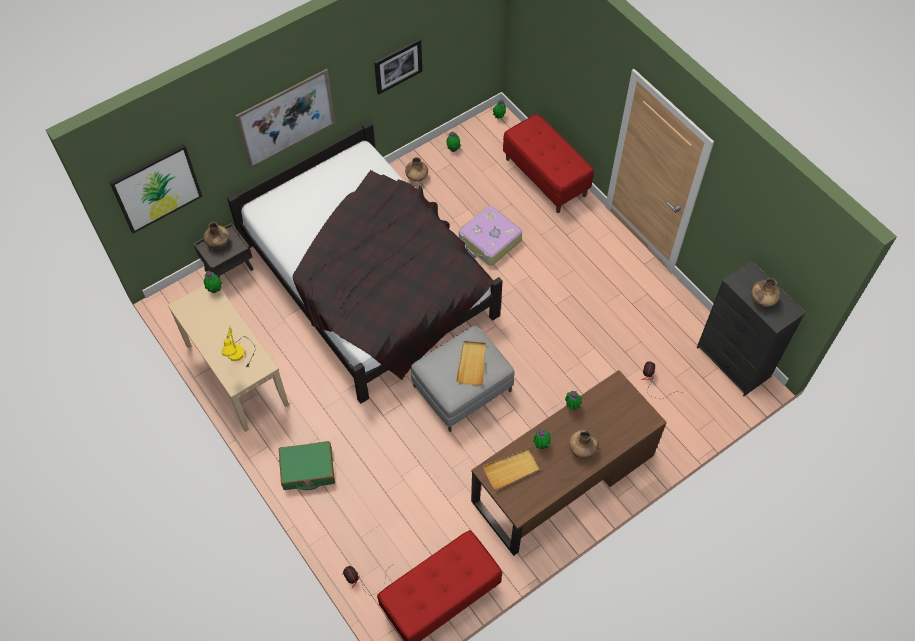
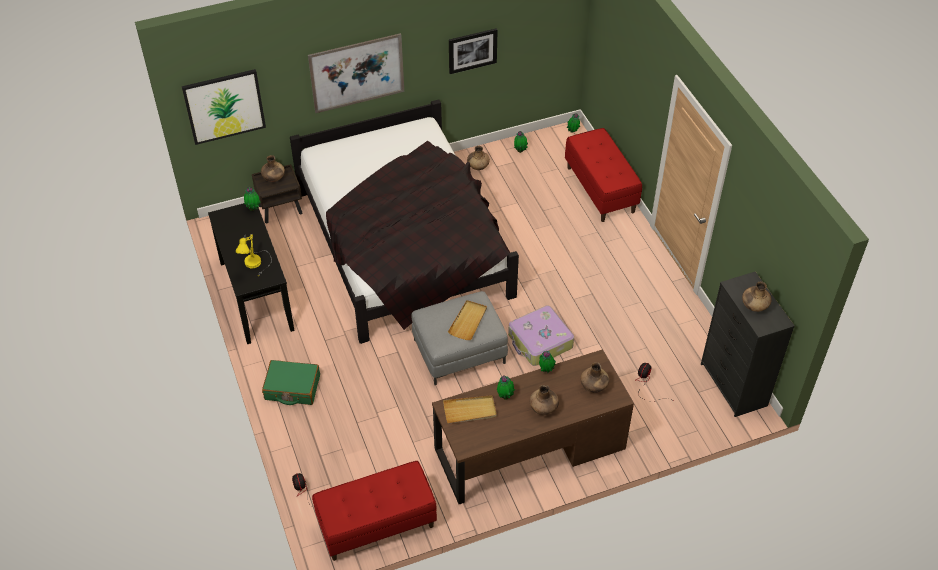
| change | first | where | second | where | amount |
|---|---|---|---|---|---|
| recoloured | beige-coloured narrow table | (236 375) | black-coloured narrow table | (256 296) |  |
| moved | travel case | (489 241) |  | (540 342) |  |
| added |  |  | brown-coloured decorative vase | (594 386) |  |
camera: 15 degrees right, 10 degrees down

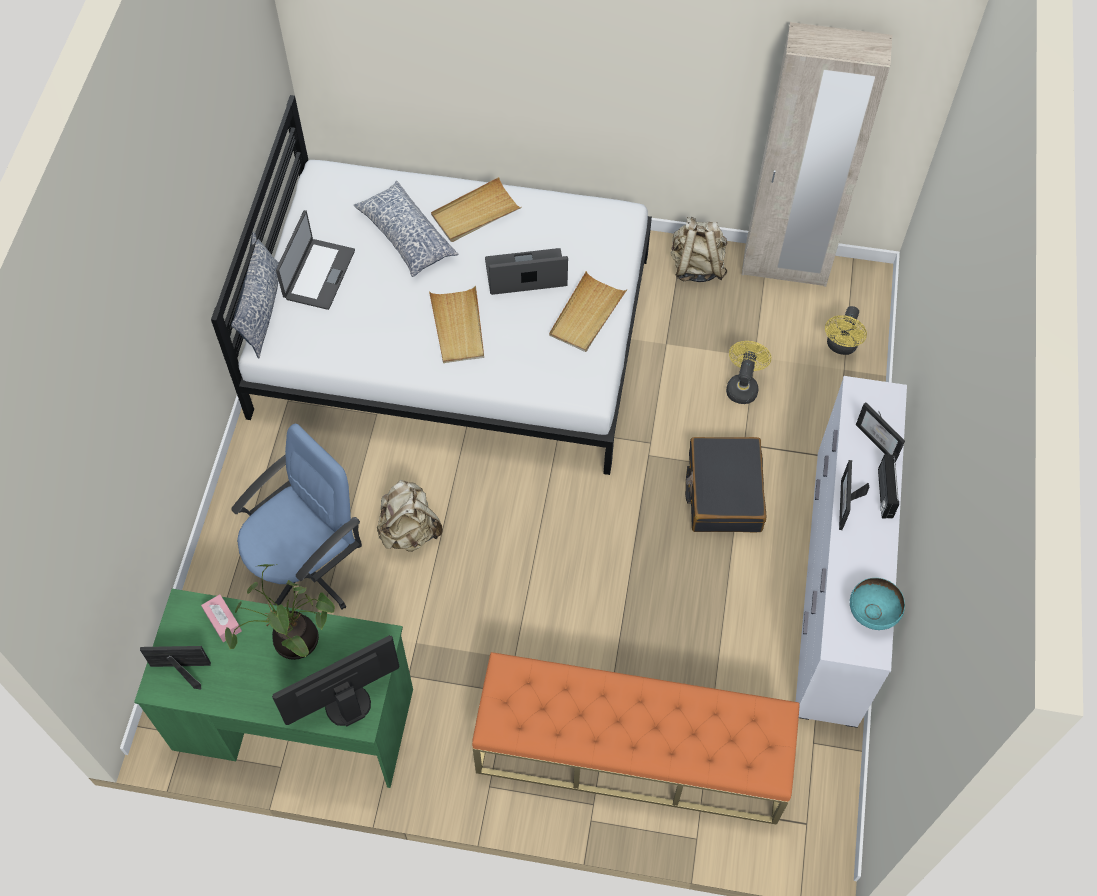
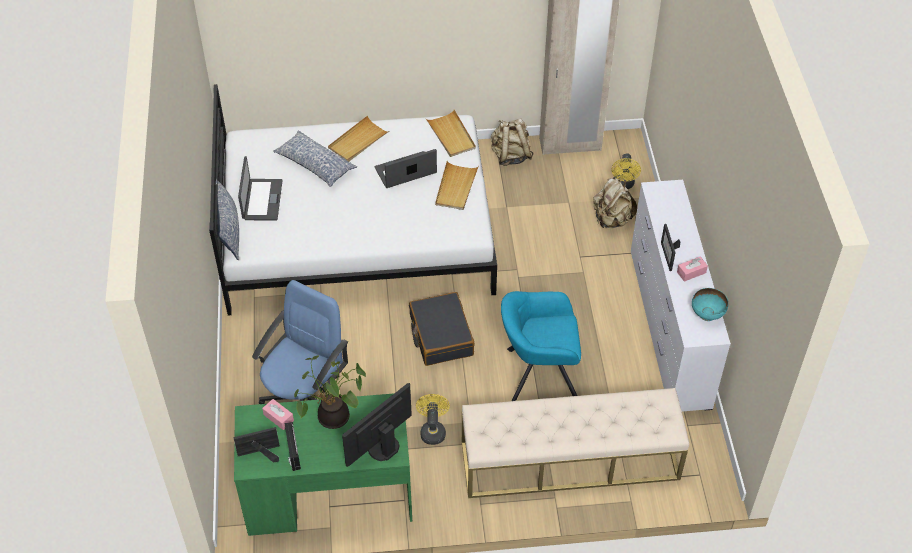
| change | first | where | second | where | amount |
|---|---|---|---|---|---|
| moved | radio set | (884 493) |  | (292 452) |  |
| moved | black-coloured travel case | (723 492) |  | (440 336) |  |
| moved | yellow-coloured fan | (742 386) |  | (432 430) |  |
| moved | beige-coloured serving tray | (458 327) |  | (451 135) |  |
| recoloured | orangey indoor bench | (631 753) | beige-coloured indoor bench | (569 460) |  |
| added |  |  | blue-green lounge chair | (538 373) |  |
| moved | beige-coloured rucksack | (409 531) |  | (611 219) |  |
| added |  |  | pink tissue box | (691 272) |  |
| removed | picture frame | (880 441) |  |  |  |
camera: 15 degrees left, 10 degrees down

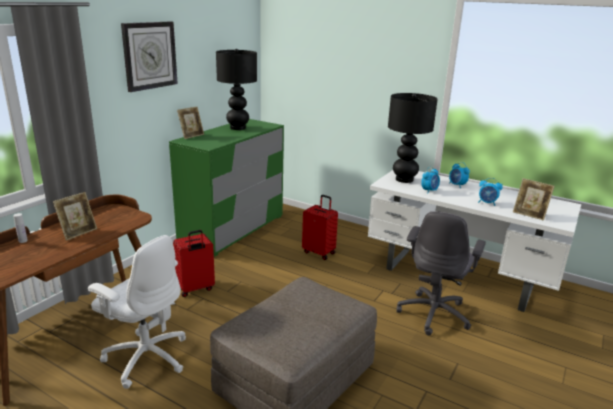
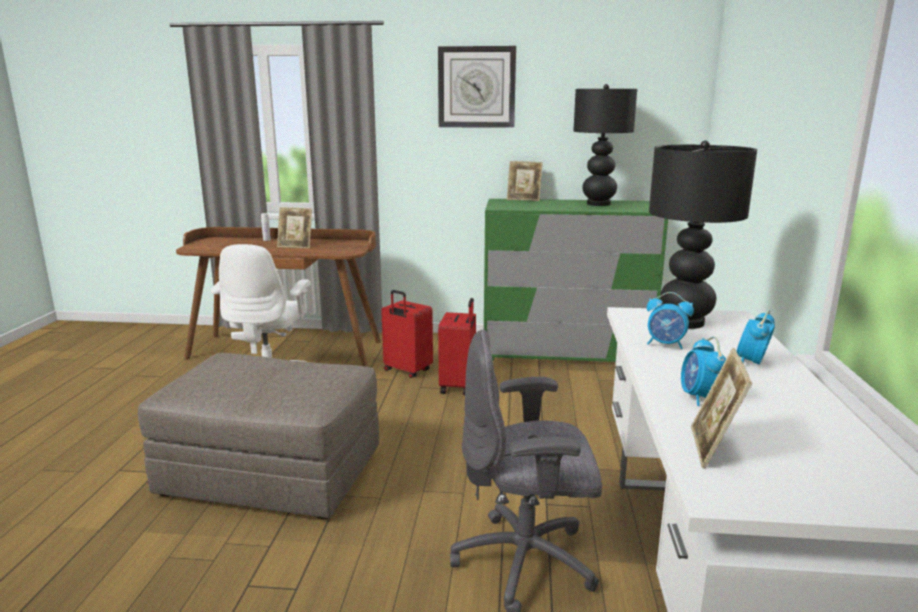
| change | first | where | second | where | amount |
|---|---|---|---|---|---|
| moved | red-coloured travel case | (319 252) |  | (459 386) |  |
camera: 65 degrees right, 5 degrees down

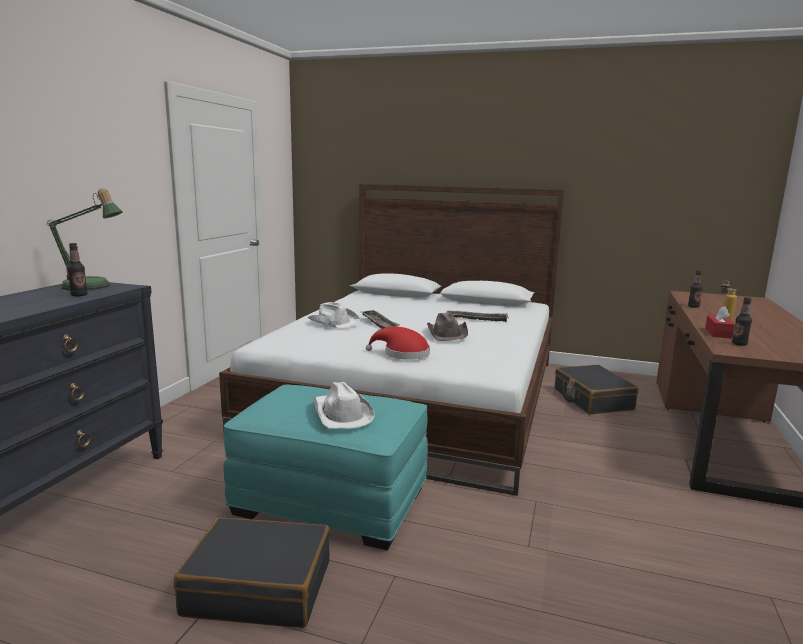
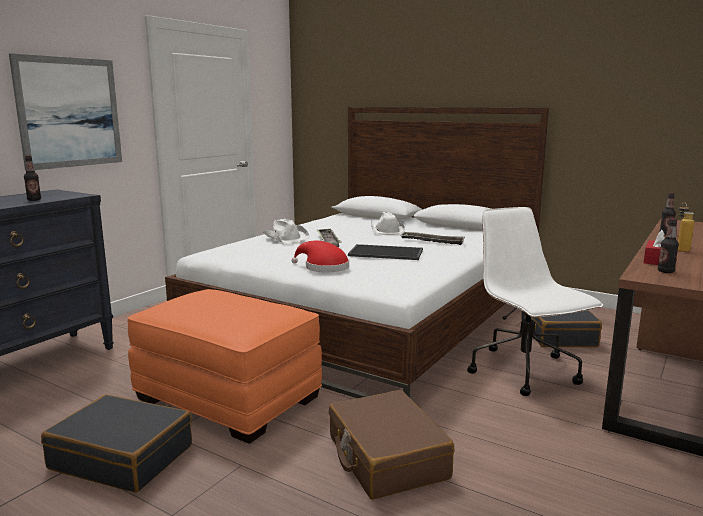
| change | first | where | second | where | amount |
|---|---|---|---|---|---|
| added |  |  | wall art | (69 112) |  |
| recoloured | blue-green ottoman | (332 501) | orangey ottoman | (229 398) |  |
| added |  |  | brown-coloured travel case | (386 458) |  |
| replaced | brown-coloured wearable hat | (448 333) | serving tray | (386 252) |  |
| moved | white wearable hat | (341 414) |  | (386 230) |  |
| added |  |  | white desk chair | (525 372) |  |
| removed | tabletop lamp | (91 287) |  |  |  |
camera: 15 degrees right, 0 degrees up

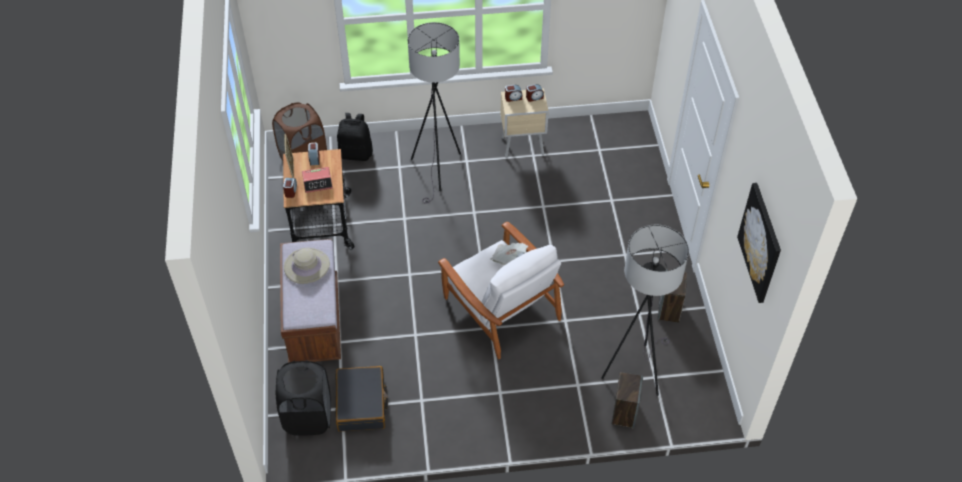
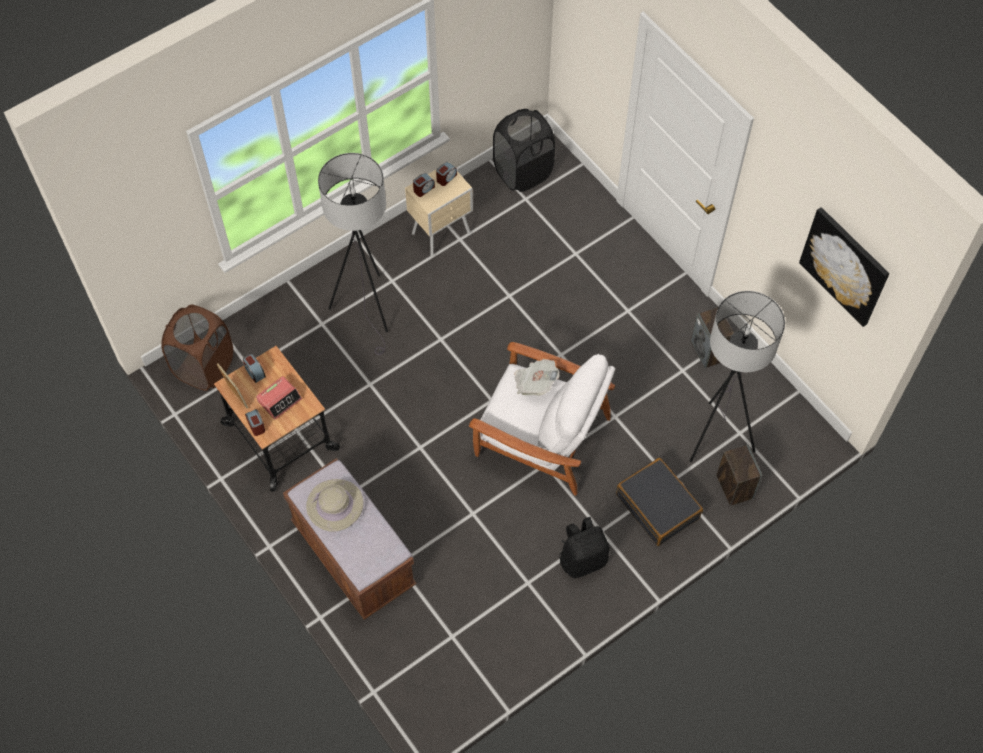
| change | first | where | second | where | amount |
|---|---|---|---|---|---|
| moved | black-coloured washing basket | (308 417) |  | (523 172) |  |
| moved | black-coloured rucksack | (356 153) |  | (582 559) |  |
| moved | black-coloured travel case | (361 404) |  | (658 506) |  |
camera: 30 degrees left, 10 degrees up

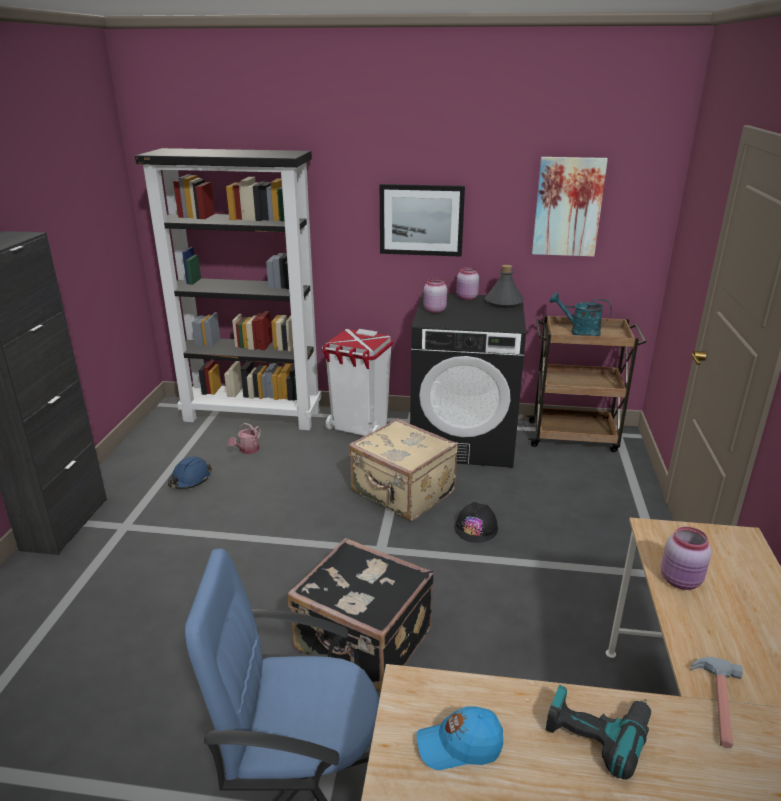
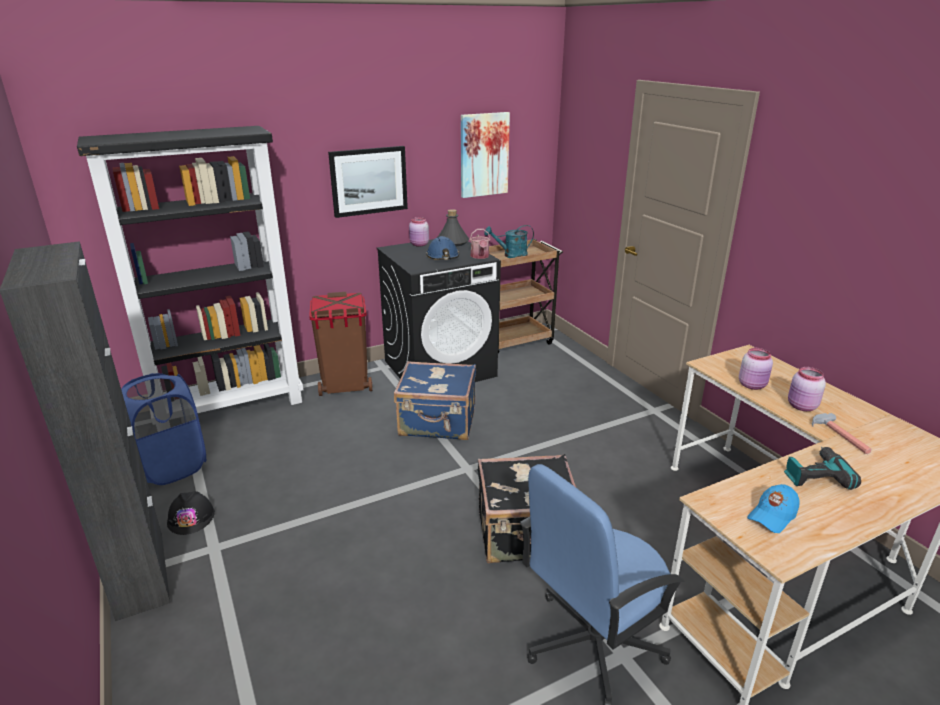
| change | first | where | second | where | amount |
|---|---|---|---|---|---|
| added |  |  | blue-coloured washing basket | (171 467) |  |
| moved | black-coloured safety helmet | (476 528) |  | (191 517) |  |
| recoloured | white trash can | (359 428) | brown-coloured trash can | (345 386) |  |
| recoloured | beige-coloured travel case | (402 493) | blue-coloured travel case | (438 423) |  |
| moved | blue-coloured safety helmet | (190 480) |  | (443 257) |  |
| moved | sprinkling can | (247 450) |  | (480 256) |  |
| moved | pink jar | (434 310) |  | (801 407) |  |
camera: 35 degrees left, 0 degrees up

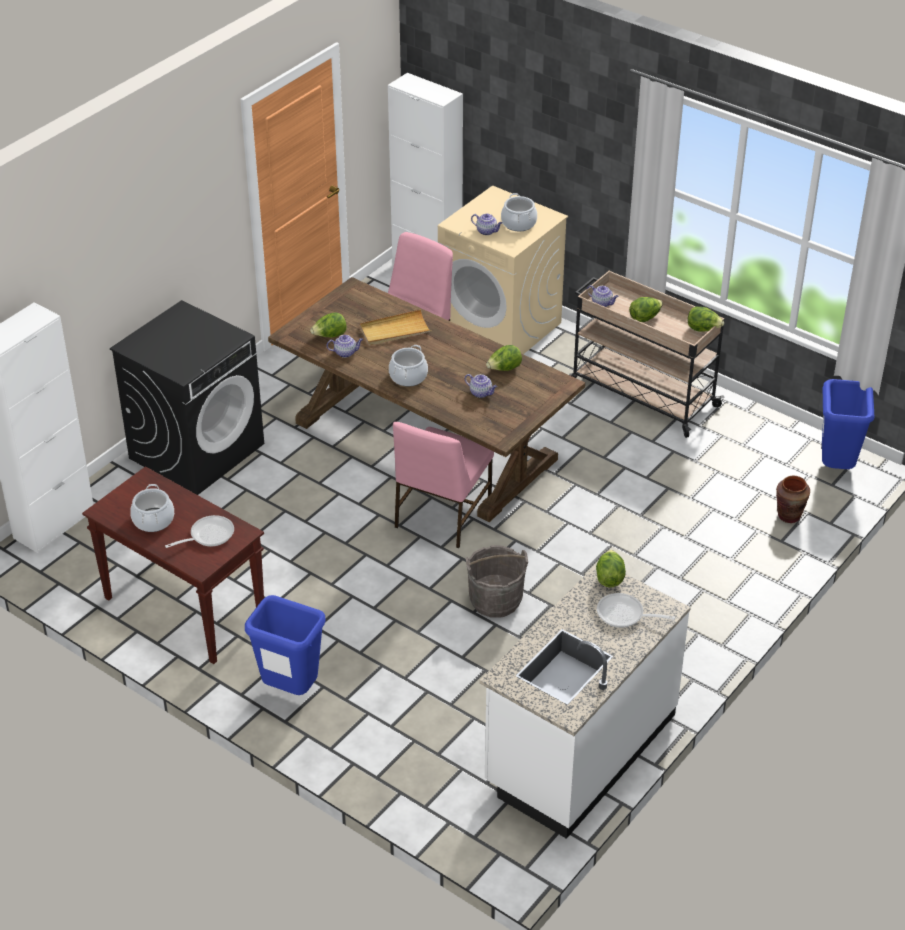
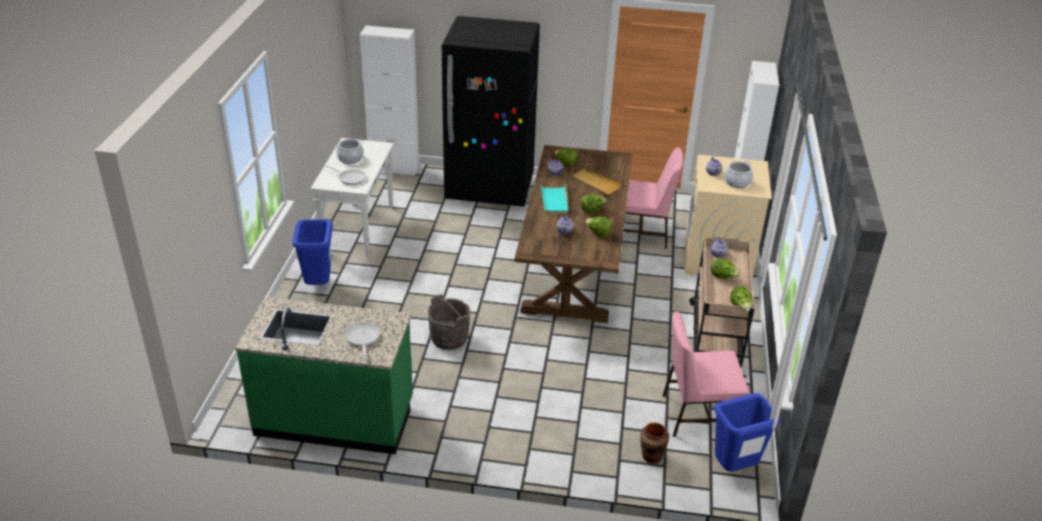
| change | first | where | second | where | amount |
|---|---|---|---|---|---|
| recoloured | white kitchen base unit | (579 750) | greenish kitchen base unit | (335 417) |  |
| recoloured | brown-coloured narrow table | (183 610) | white narrow table | (358 228) |  |
| replaced | black-coloured washing machine | (197 450) | black-coloured fridge | (490 189) |  |
| replaced | cooking pot | (408 377) | blue-green serving tray | (554 200) |  |
| moved | head of lettuce | (609 578) |  | (592 210) |  |
| moved | pink chair | (441 514) |  | (697 414) |  |
camera: 60 degrees right, 5 degrees down

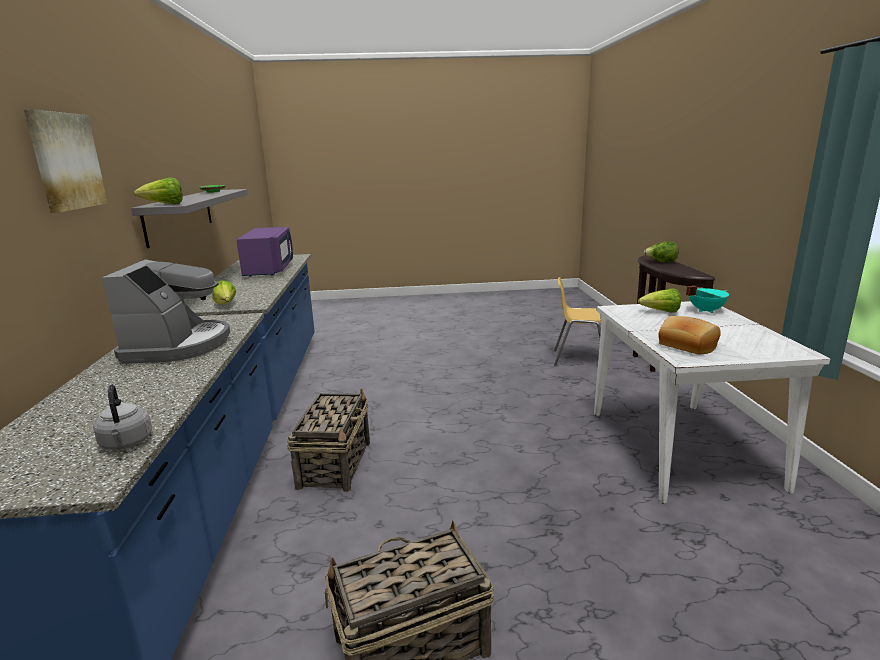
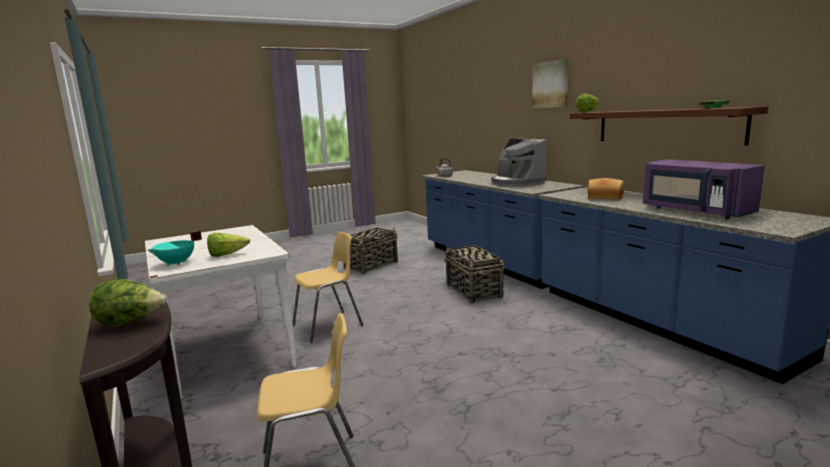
| change | first | where | second | where | amount |
|---|---|---|---|---|---|
| added |  |  | yellow-coloured chair | (329 326) |  |
| recoloured | greyish shelf | (180 215) | brown-coloured shelf | (666 126) |  |
| moved | bread | (687 346) |  | (605 197) |  |
| removed | head of lettuce | (226 305) |  |  |  |
camera: 155 degrees right, 5 degrees down

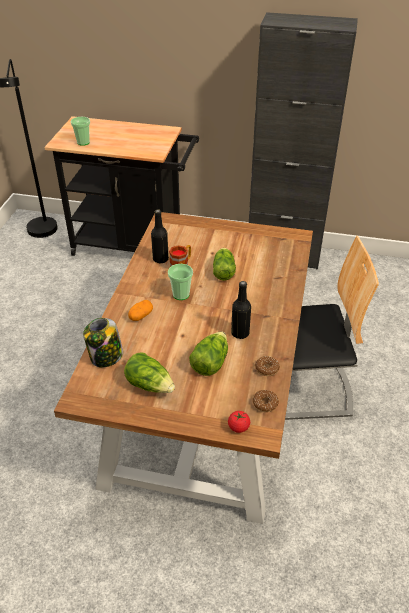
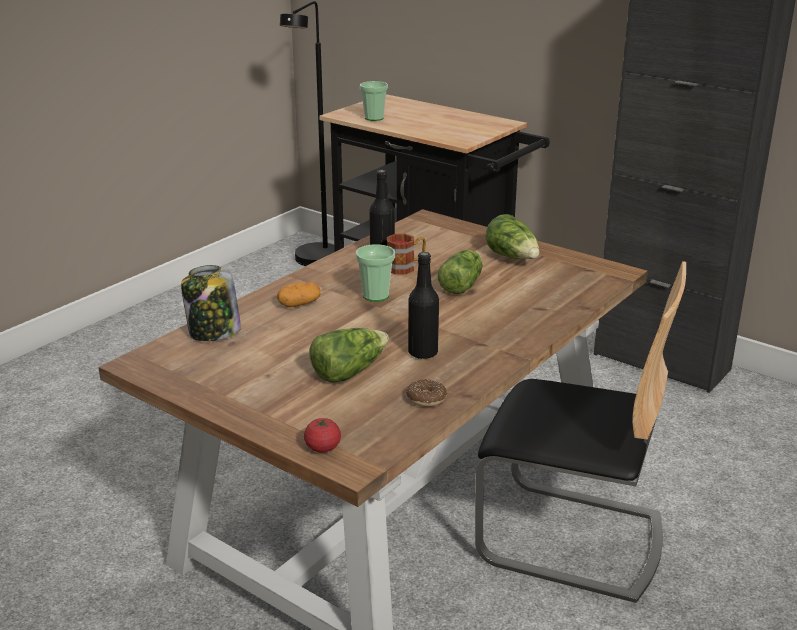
| change | first | where | second | where | amount |
|---|---|---|---|---|---|
| moved | head of lettuce | (150 384) |  | (513 257) |  |
| removed | doughnut | (265 403) |  |  |  |
camera: 25 degrees right, 15 degrees down

